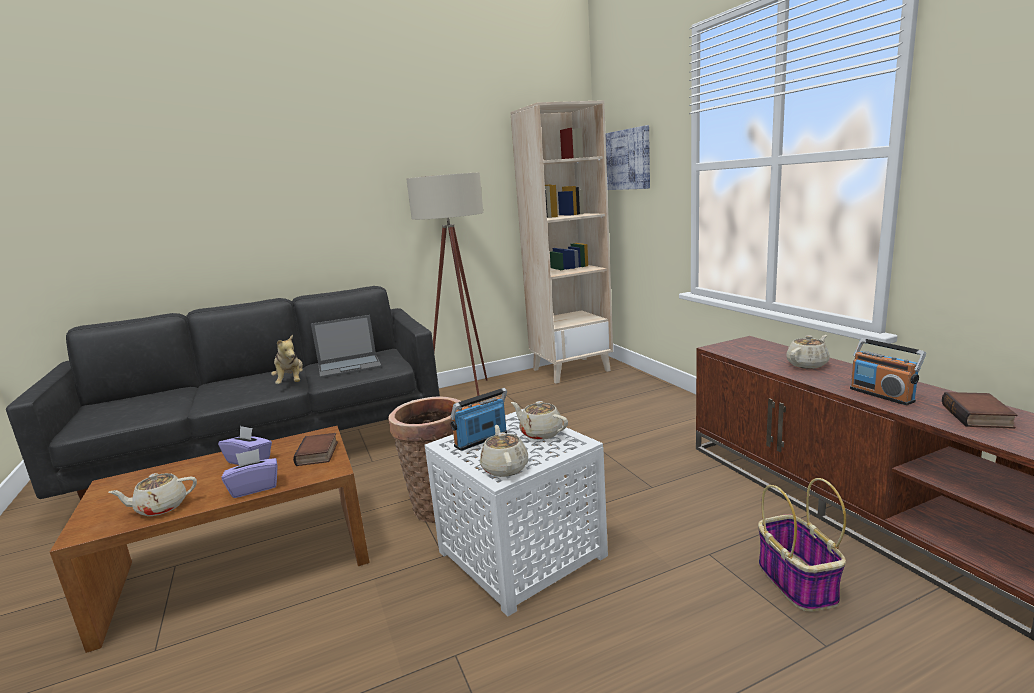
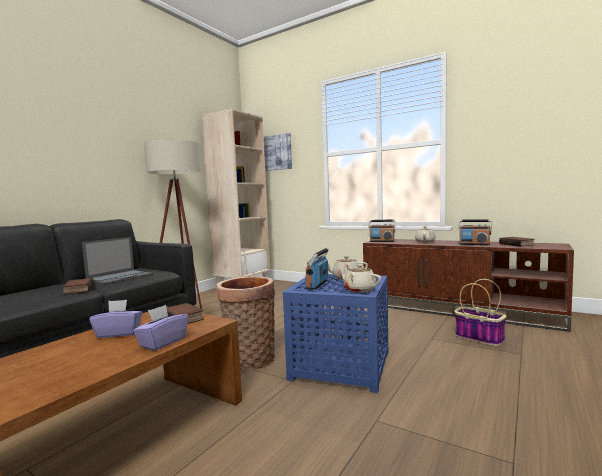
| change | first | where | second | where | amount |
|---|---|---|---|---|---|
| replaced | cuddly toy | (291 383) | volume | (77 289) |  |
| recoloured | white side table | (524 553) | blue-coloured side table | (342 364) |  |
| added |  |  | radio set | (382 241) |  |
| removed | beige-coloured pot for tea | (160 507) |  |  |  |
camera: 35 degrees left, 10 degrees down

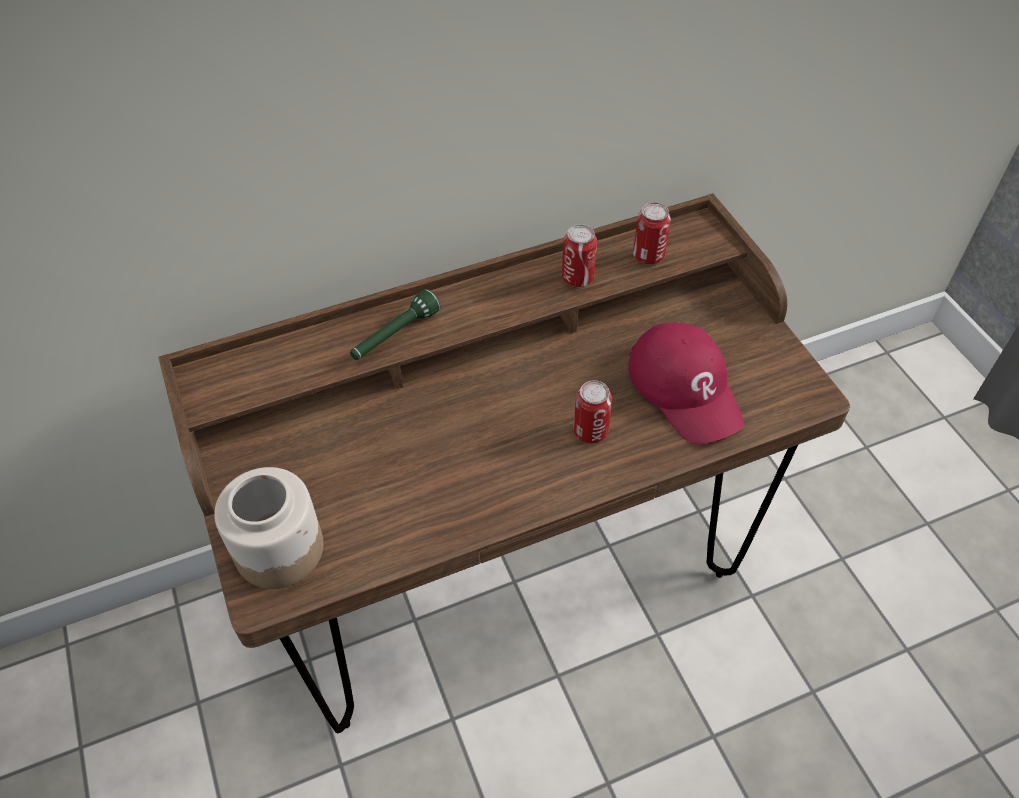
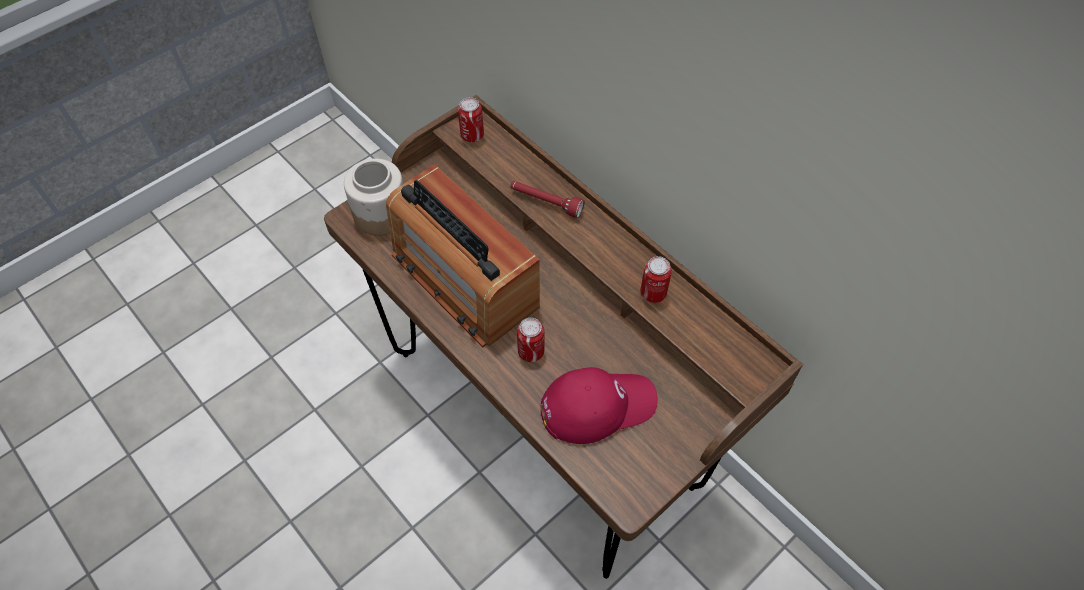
| change | first | where | second | where | amount |
|---|---|---|---|---|---|
| added |  |  | radio set | (464 279) |  |
| moved | sealed can | (648 255) |  | (472 135) |  |
| recoloured | greenish hand torch | (395 336) | red-coloured hand torch | (545 202) |  |
| turned | red-coloured baseball cap | (686 389) |  | (597 405) | 150 degrees counterclockwise |
camera: 70 degrees right, 5 degrees up

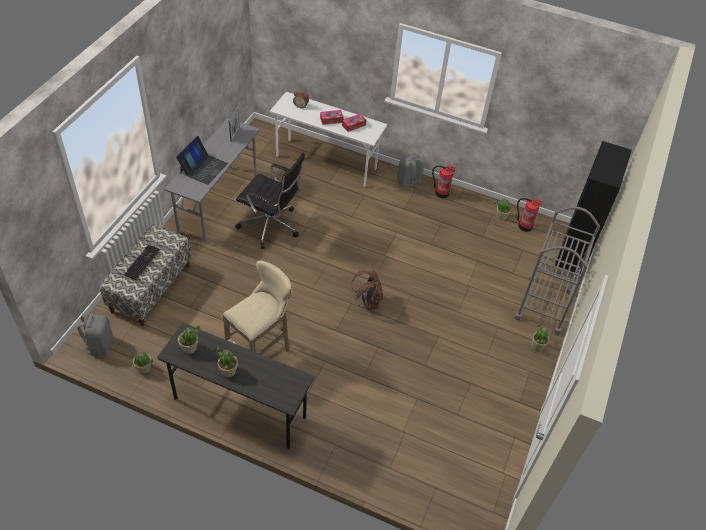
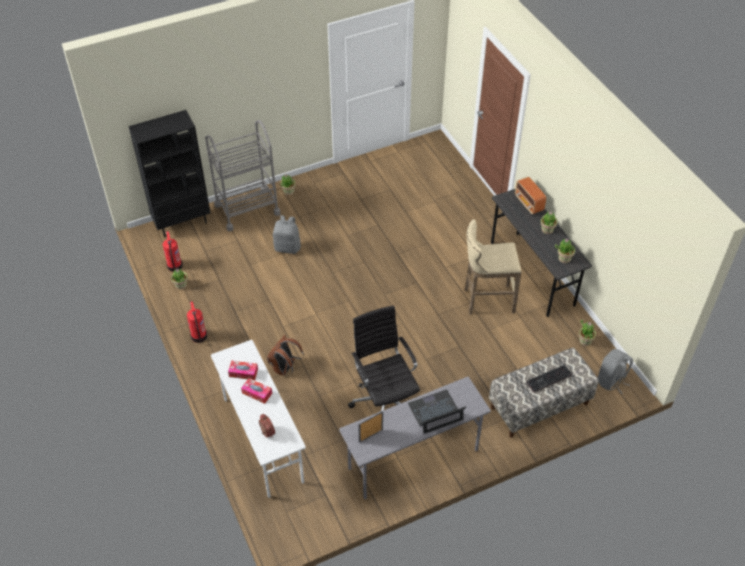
| change | first | where | second | where | amount |
|---|---|---|---|---|---|
| moved | brown-coloured rucksack | (367 303) |  | (285 368) |  |
| moved | greyish rucksack | (409 183) |  | (287 247) |  |
| added |  |  | radio set | (529 203) |  |
camera: 135 degrees left, 0 degrees up

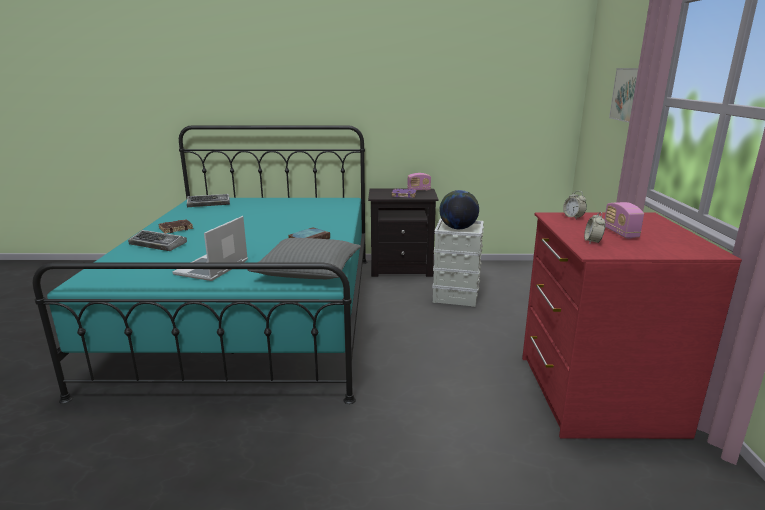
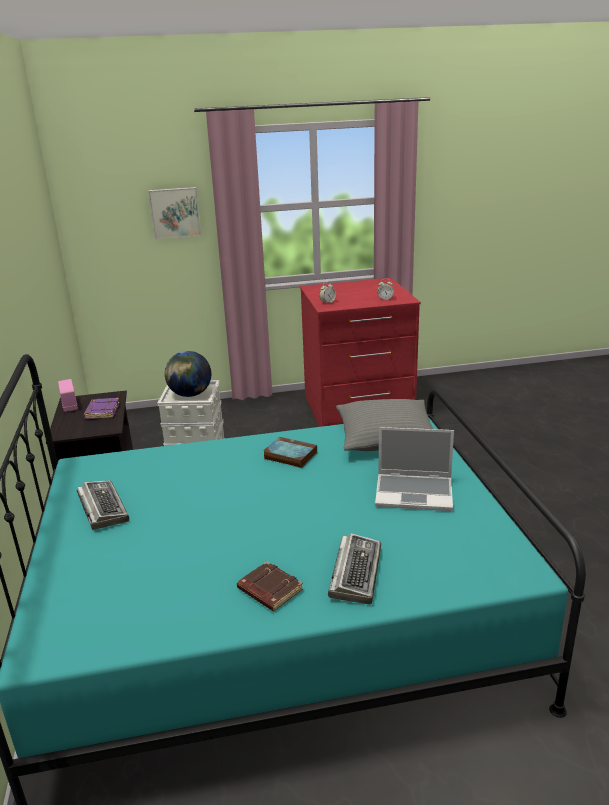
| change | first | where | second | where | amount |
|---|---|---|---|---|---|
| moved | PC keyboard | (209 204) |  | (102 508) |  |
| removed | radio set | (620 233) |  |  |  |
camera: 100 degrees left, 5 degrees up

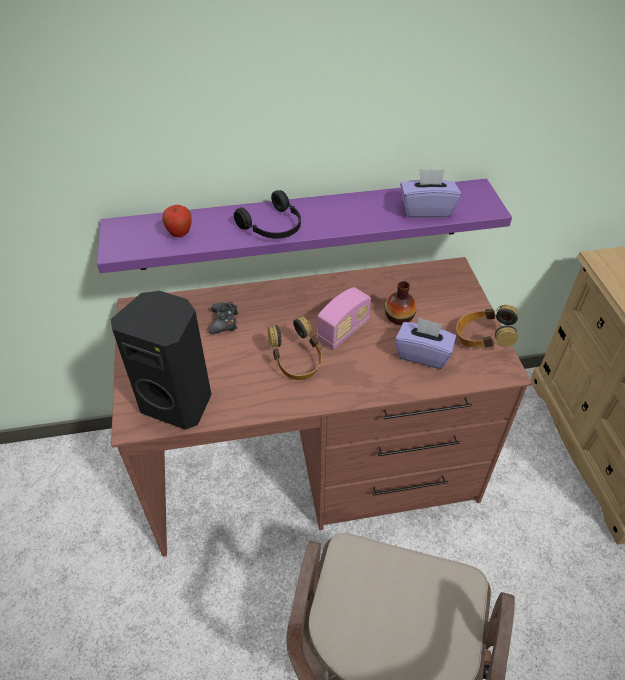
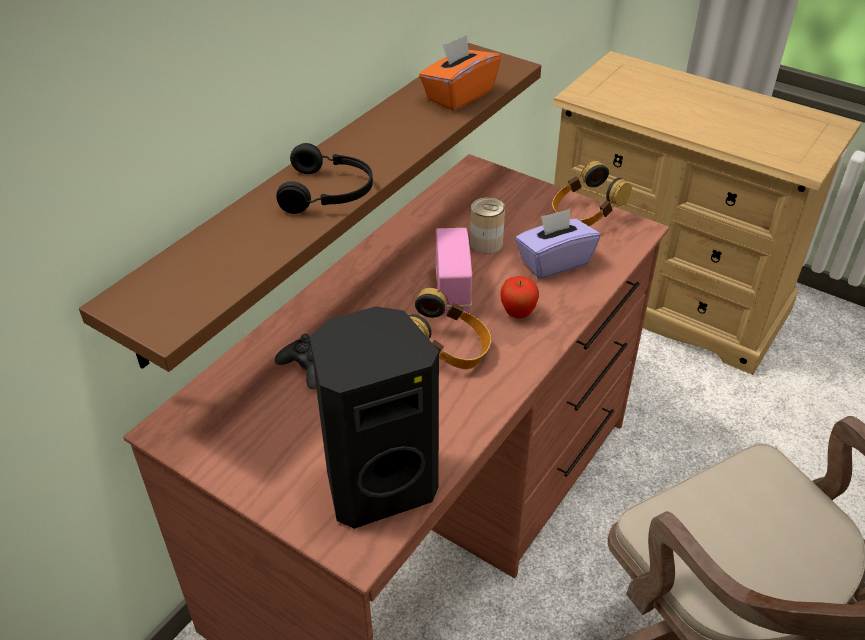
| change | first | where | second | where | amount |
|---|---|---|---|---|---|
| recoloured | purple shelf | (301 224) | brown-coloured shelf | (315 190) |  |
| recoloured | purple tissue box | (426 209) | orangey tissue box | (459 95) |  |
| replaced | decorative vase | (399 317) | sealed can | (486 243) |  |
| moved | whole apple | (180 234) |  | (518 313) |  |
camera: 45 degrees left, 5 degrees down

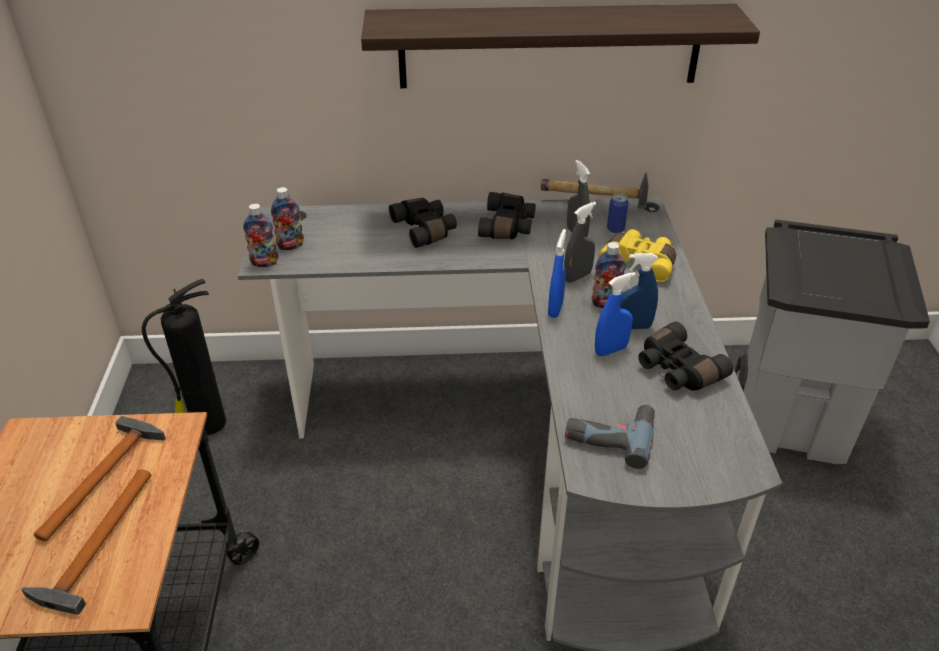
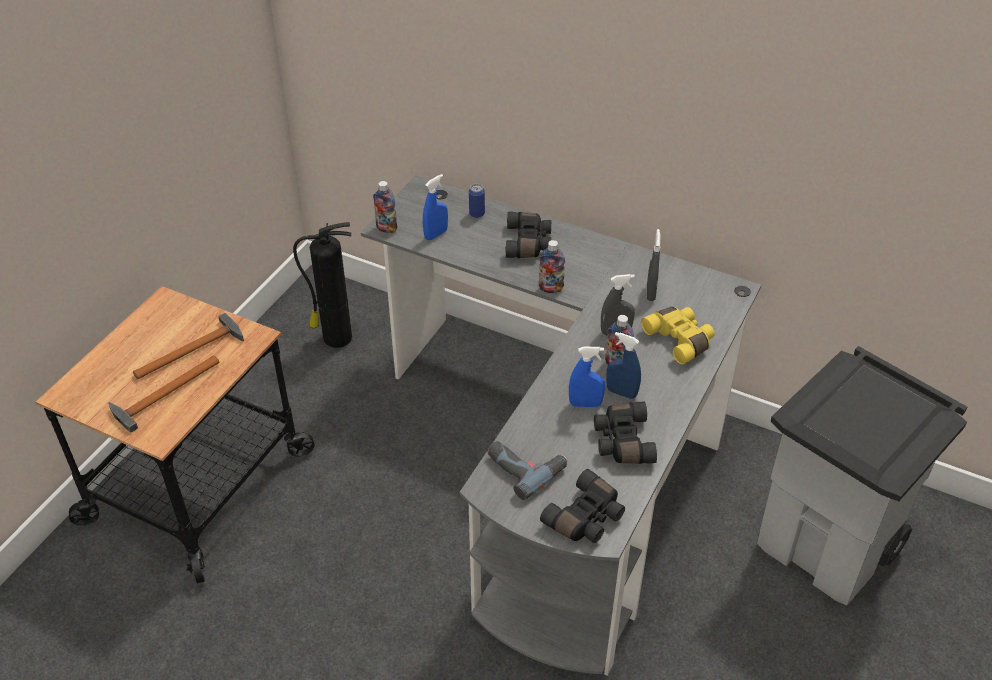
| change | first | where | second | where | amount |
|---|---|---|---|---|---|
| moved | blue-coloured sprayer | (555 309) |  | (436 234) |  |
| moved | sealed can | (615 229) |  | (477 214) |  |
| moved | drink bottle | (290 245) |  | (550 288) |  |
| moved | black-coloured pair of binoculars | (508 226) |  | (586 518) |  |
| removed | shelf | (549 46) |  |  |  |
| removed | tool hammer | (596 201) |  |  |  |
camera: 30 degrees right, 5 degrees up

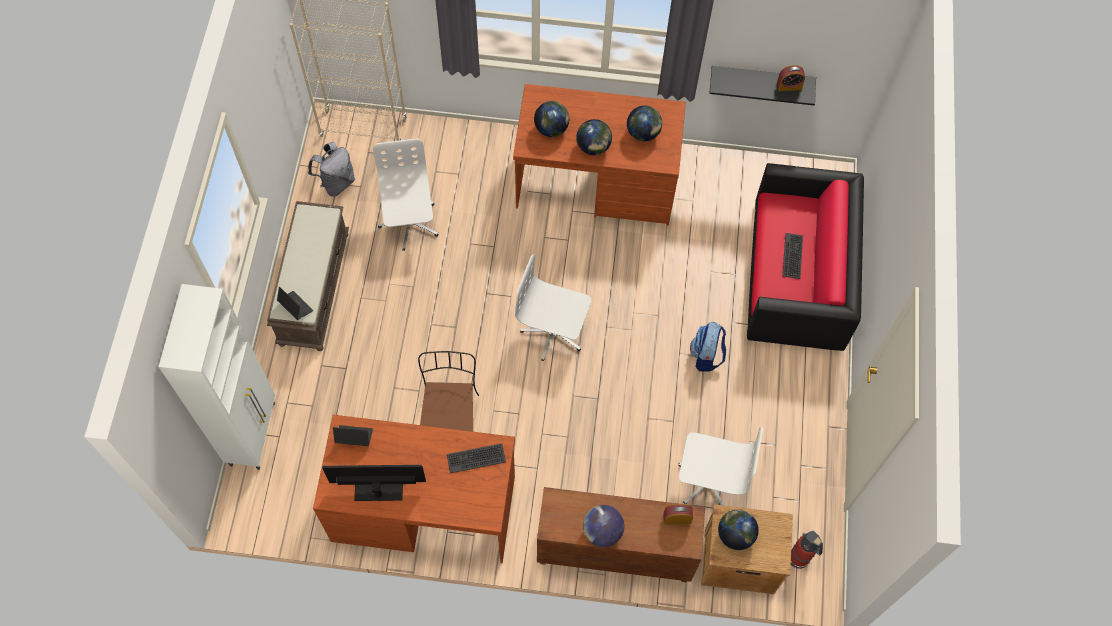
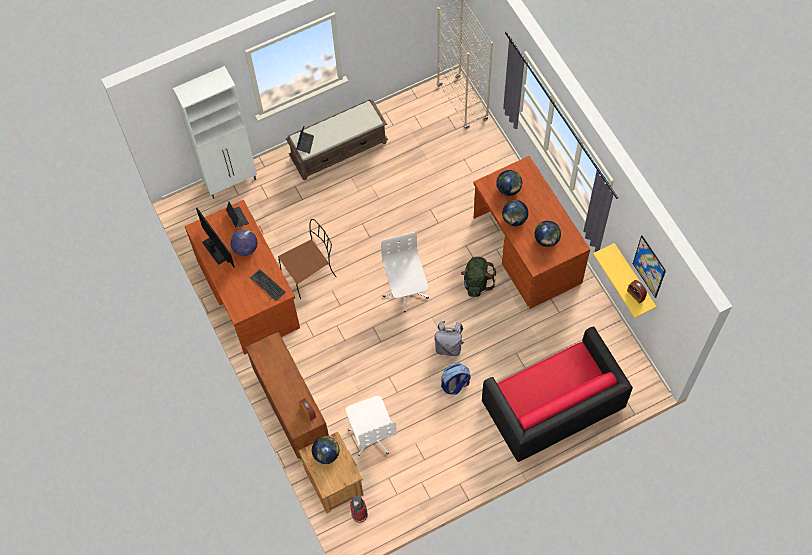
| change | first | where | second | where | amount |
|---|---|---|---|---|---|
| moved | desk globe | (602 531) |  | (245 248) |  |
| moved | greyish rucksack | (336 182) |  | (448 346) |  |
| added |  |  | greenish rucksack | (476 282) |  |
| recoloured | black-coloured shelf | (761 79) | yellow-coloured shelf | (633 278) |  |
| added |  |  | wall art | (649 266) |  |
| removed | white desk chair | (409 223) |  |  |  |
| removed | PC keyboard | (793 256) |  |  |  |
camera: 60 degrees right, 0 degrees up

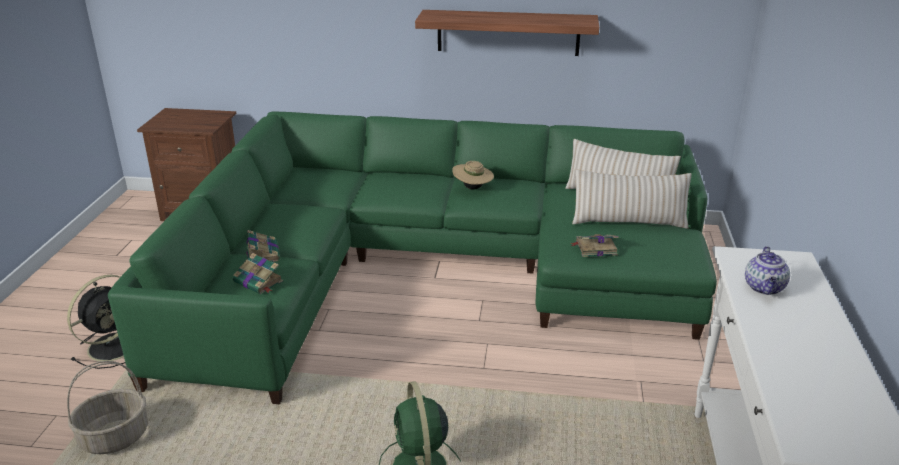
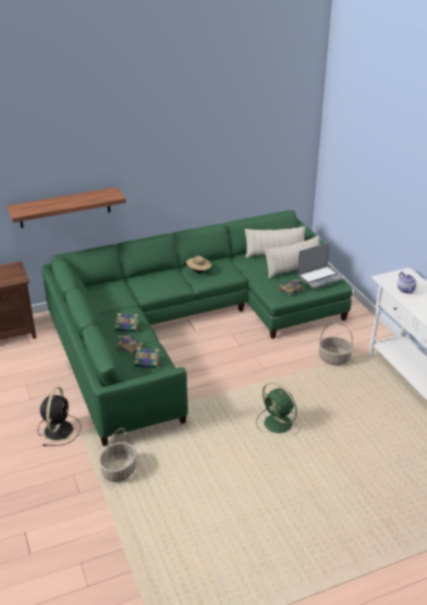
| change | first | where | second | where | amount |
|---|---|---|---|---|---|
| moved | shelf | (508 32) |  | (65 207) |  |
| added |  |  | volume | (127 327) |  |
| added |  |  | notebook computer | (319 277) |  |
| added |  |  | household basket | (334 358) |  |
camera: 30 degrees left, 5 degrees up

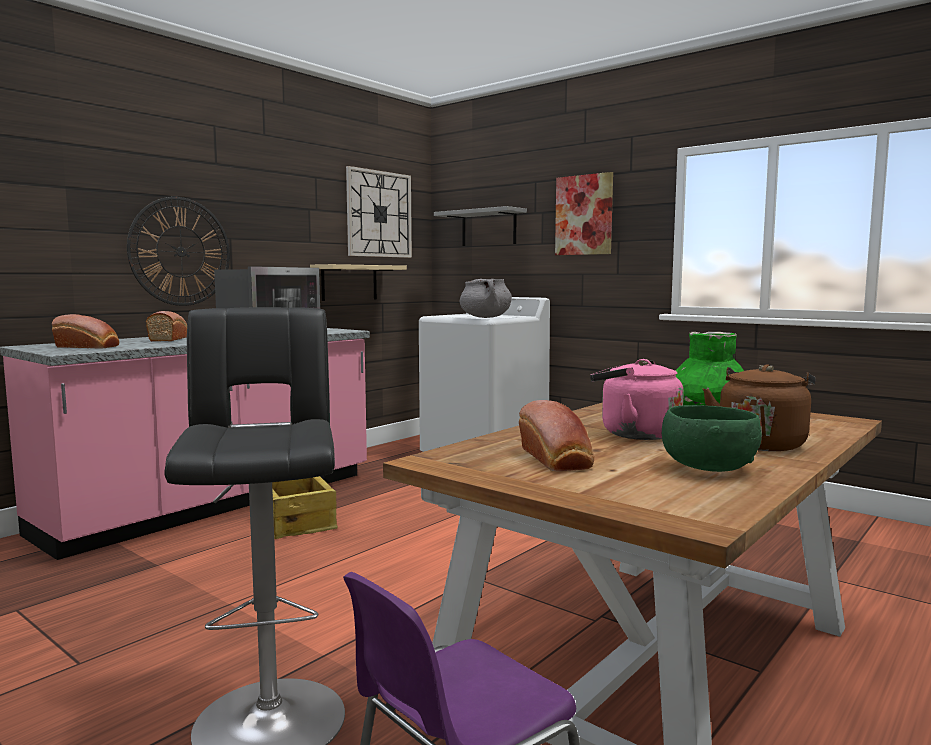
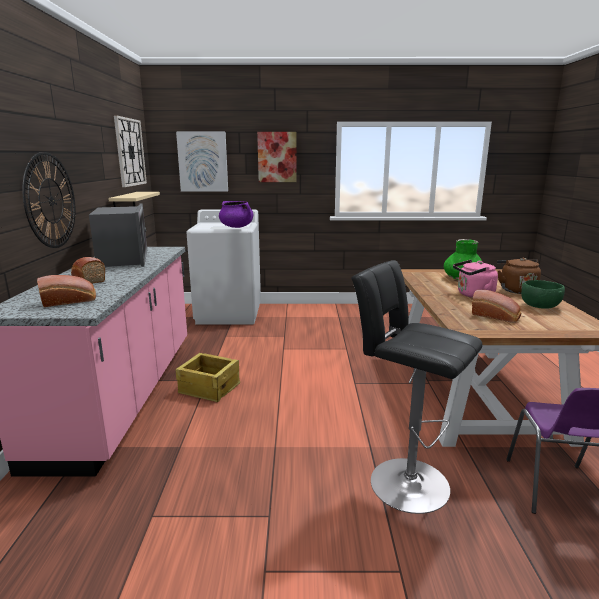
| change | first | where | second | where | amount |
|---|---|---|---|---|---|
| replaced | greyish shelf | (488 228) | wall art | (203 162) |  |
| recoloured | greyish cooking pot | (485 317) | purple cooking pot | (237 227) |  |
camera: 40 degrees left, 10 degrees up

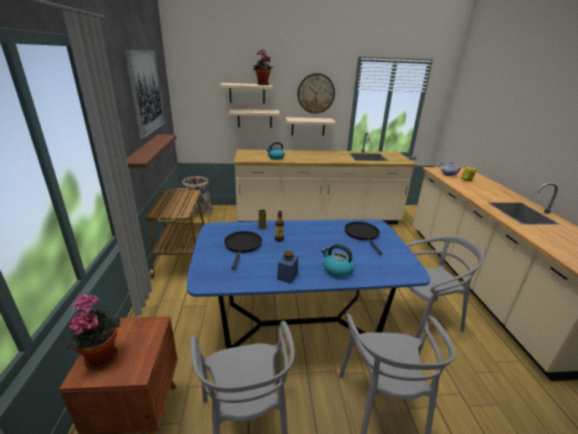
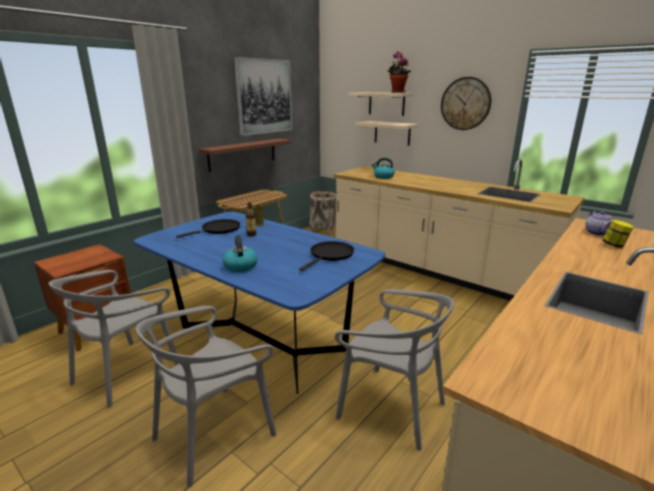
| change | first | where | second | where | amount |
|---|---|---|---|---|---|
| removed | plant in a pot | (101 356) |  |  |  |
| removed | blue-coloured jar | (287 276) |  |  |  |
| removed | shelf | (308 126) |  |  |  |
camera: 45 degrees right, 5 degrees down

